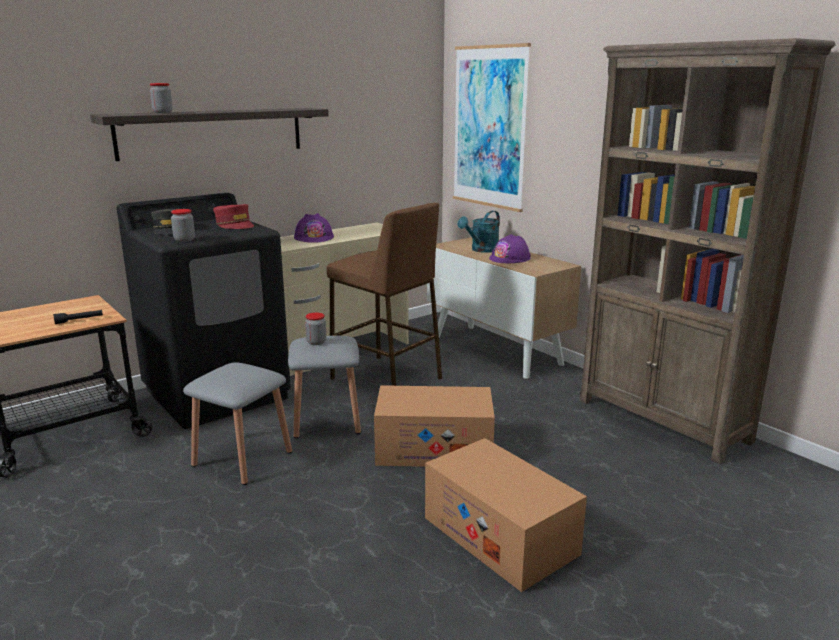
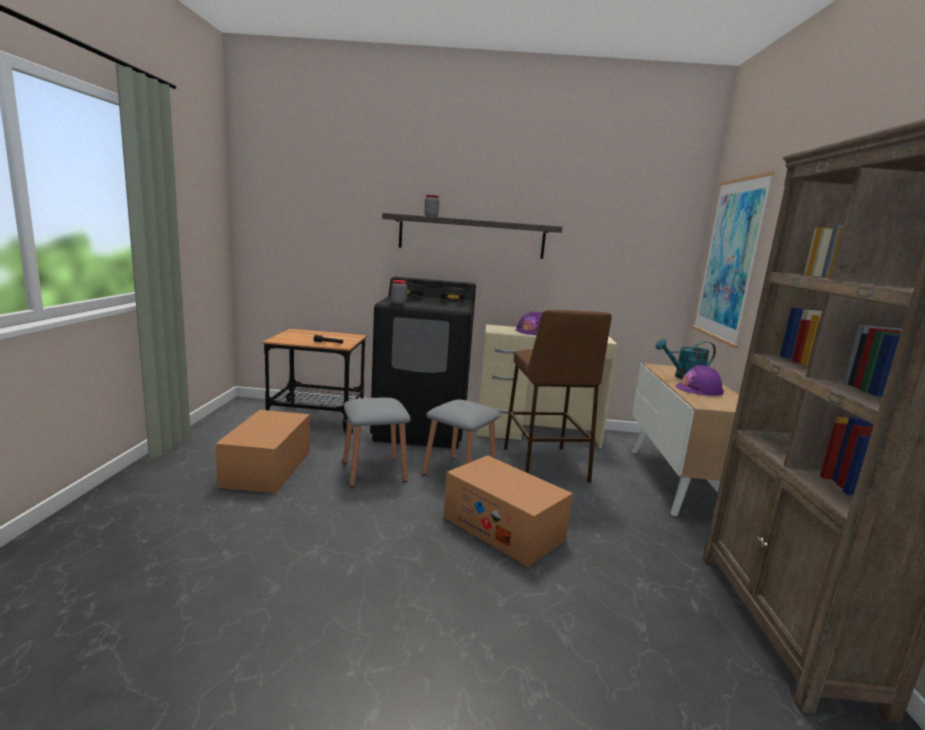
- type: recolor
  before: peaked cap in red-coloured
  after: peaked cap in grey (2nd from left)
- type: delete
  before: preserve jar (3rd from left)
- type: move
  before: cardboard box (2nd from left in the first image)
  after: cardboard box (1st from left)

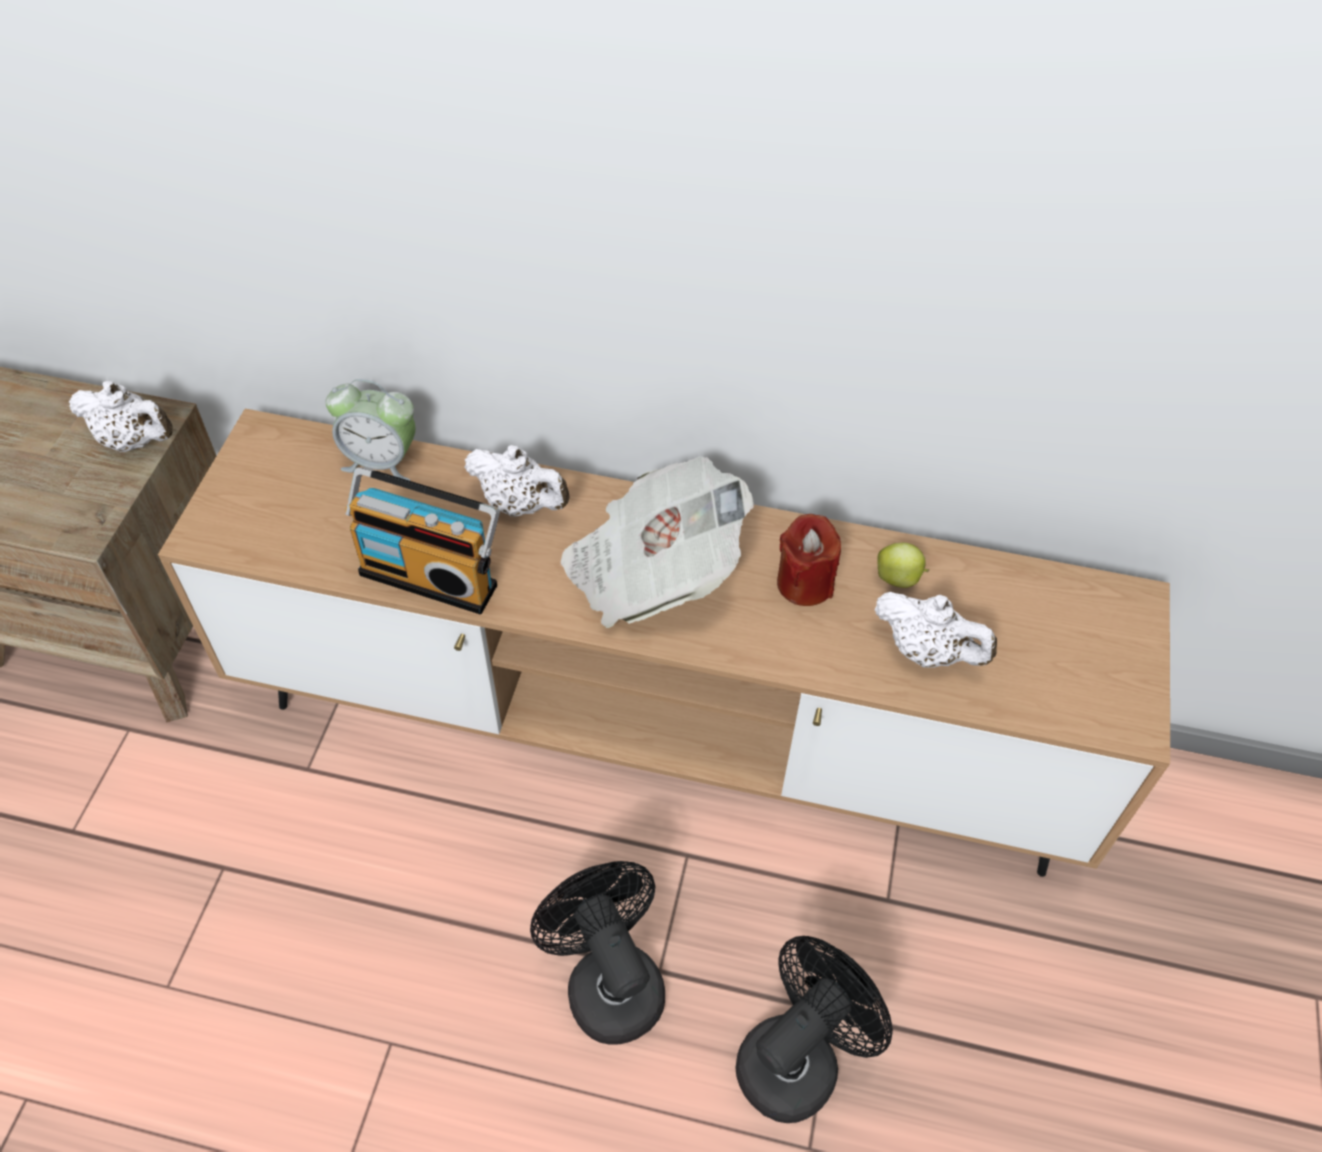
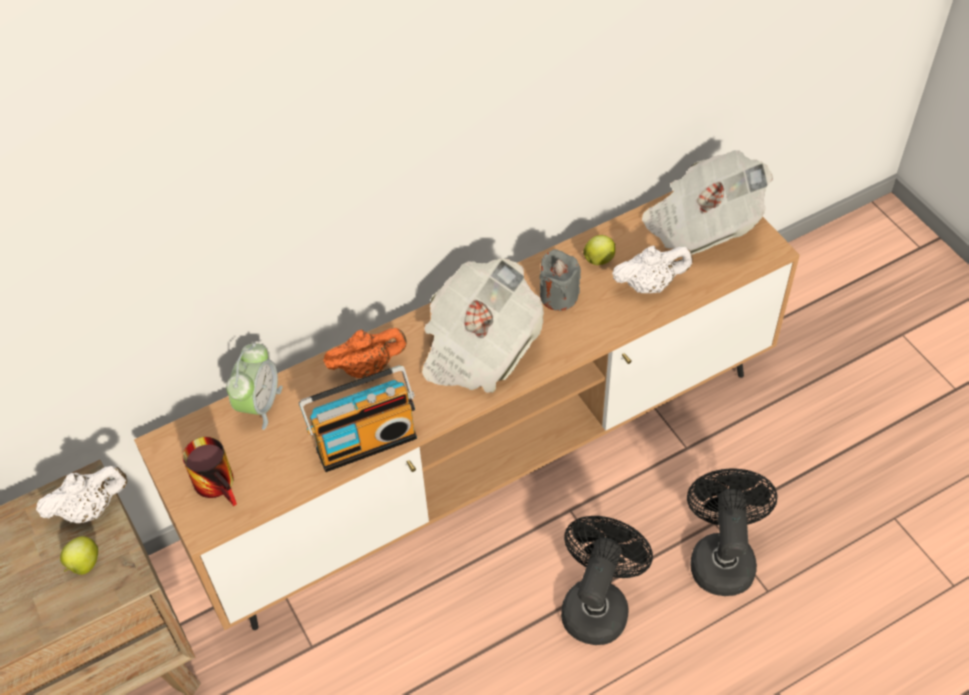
- type: rotate
  before: alarm clock
  turn: -45
- type: recolor
  before: teapot in white (2nd from left)
  after: teapot in orangey
- type: recolor
  before: wax candle in red-coloured
  after: wax candle in grey
- type: rotate
  before: fan in black (1st from left)
  turn: 90
- type: insert
  after: printed paper (2nd from left)
- type: insert
  after: mug
- type: insert
  after: whole apple (1st from left)

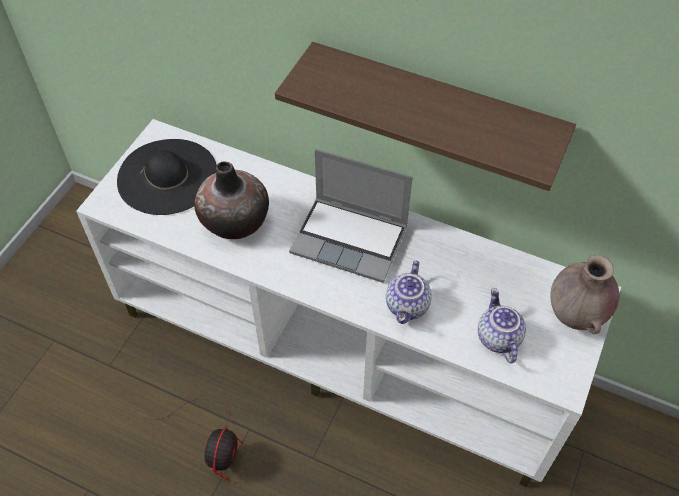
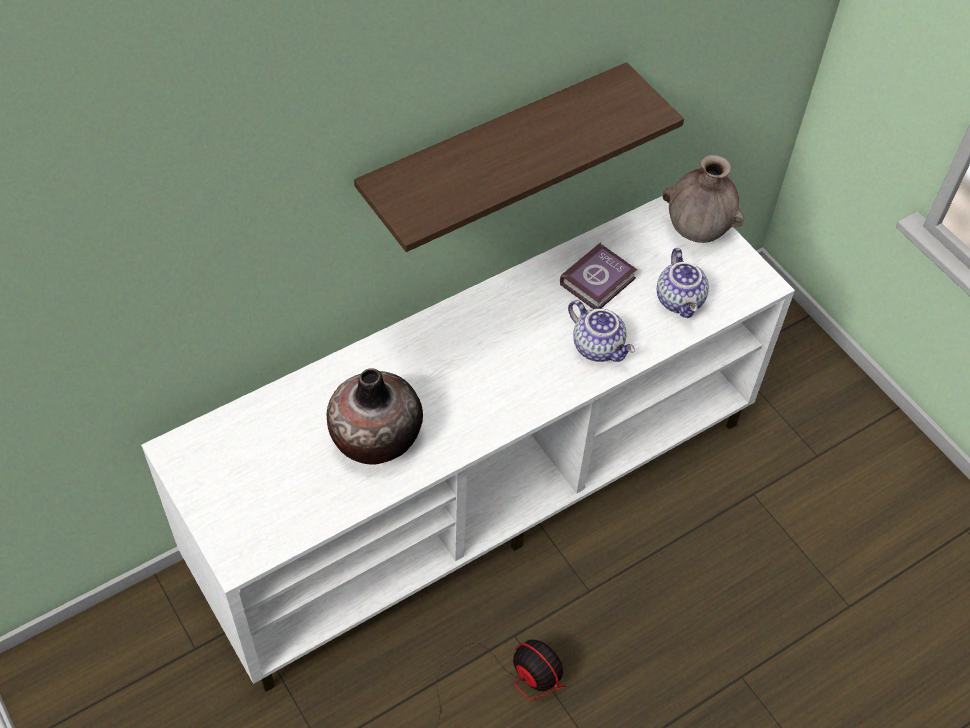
- type: delete
  before: hat in black
- type: delete
  before: notebook computer
- type: rotate
  before: teapot (2nd from left)
  turn: -120
- type: insert
  after: bound book

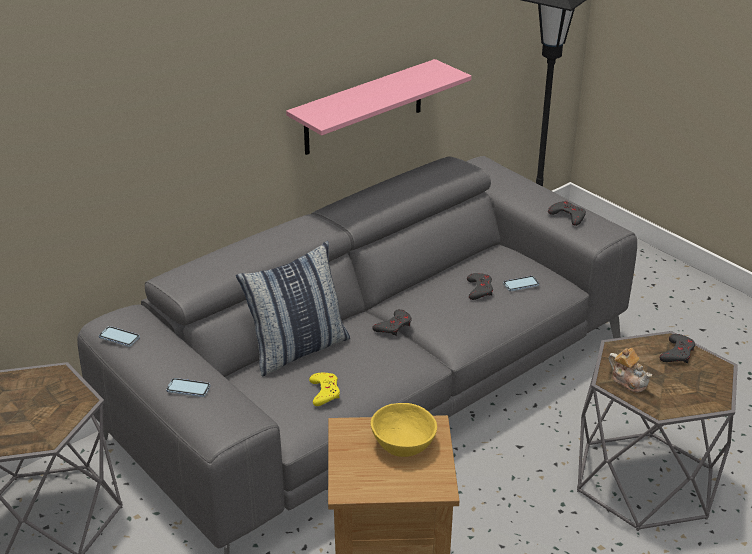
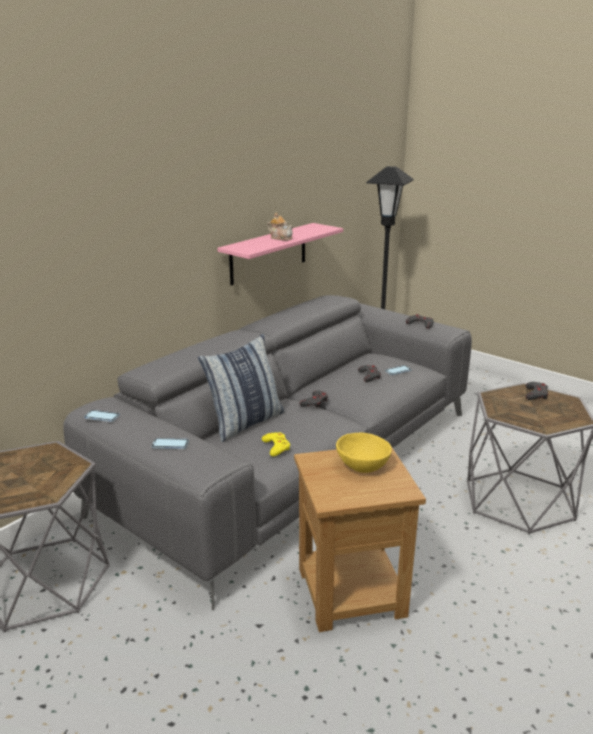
- type: move
  before: teapot

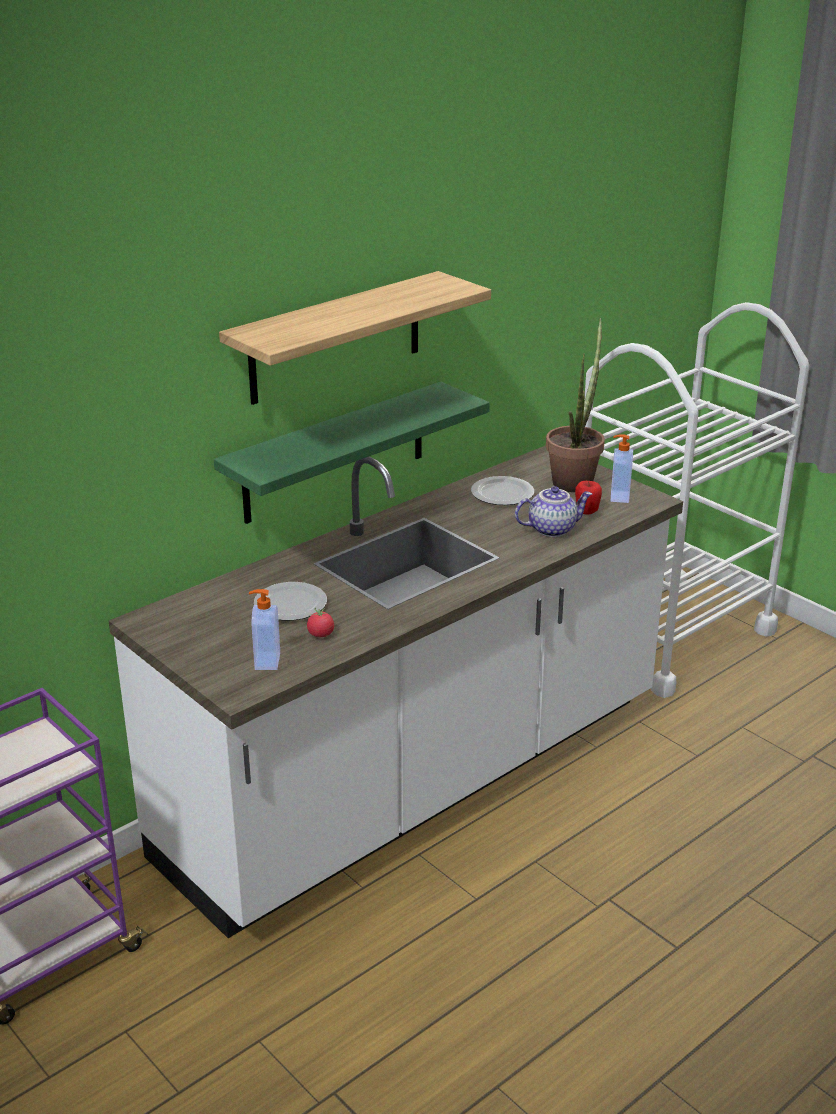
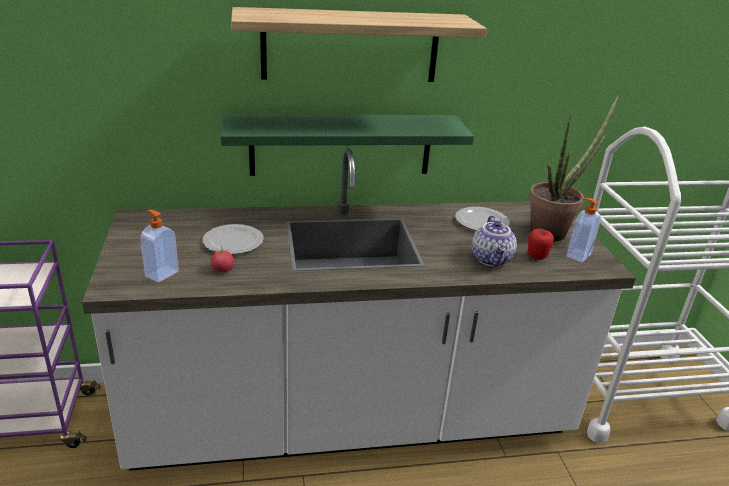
- type: rotate
  before: teapot
  turn: 75

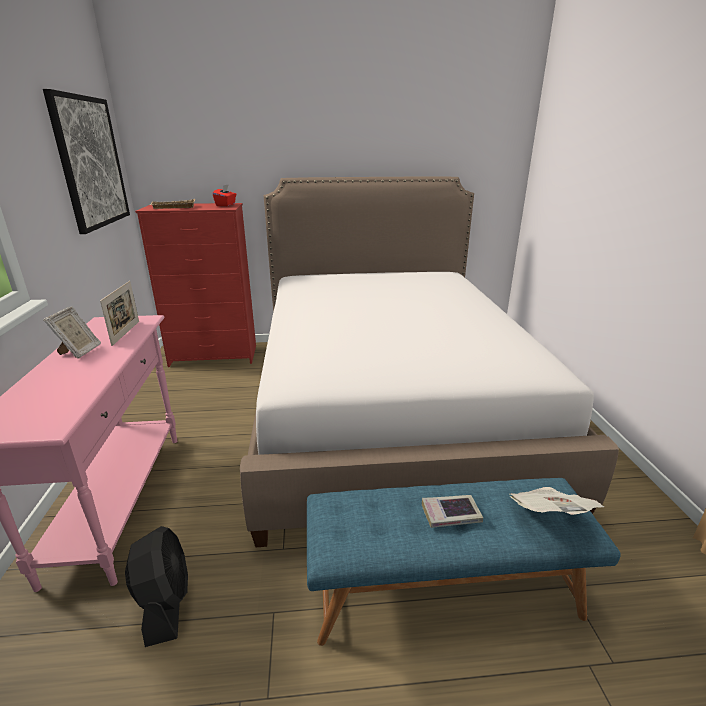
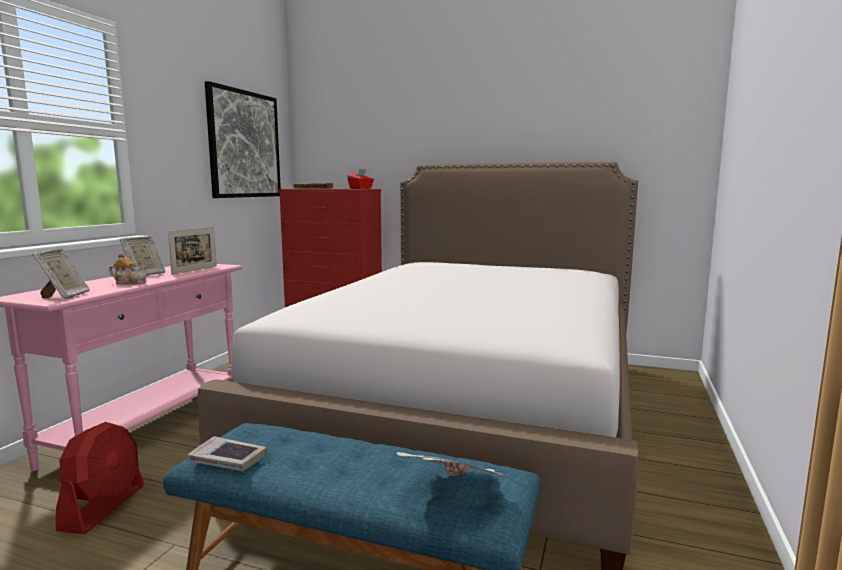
- type: move
  before: bound book
- type: recolor
  before: fan in black
  after: fan in red-coloured
- type: insert
  after: picture frame (1st from left)
- type: insert
  after: teapot

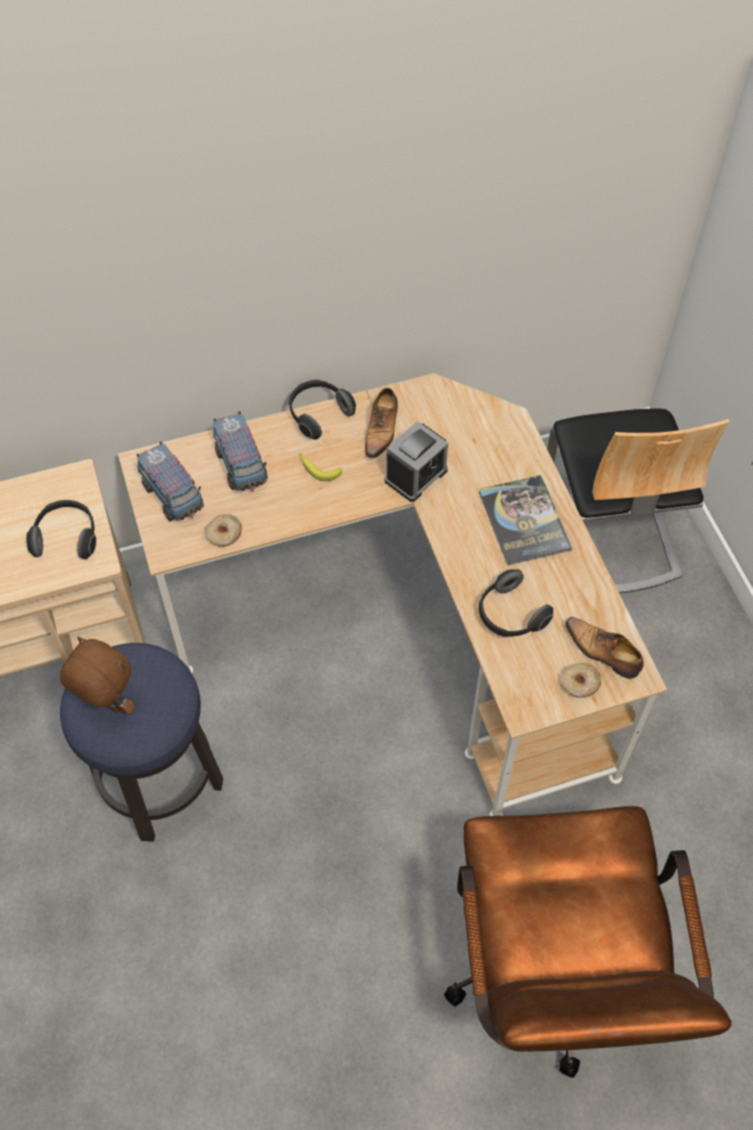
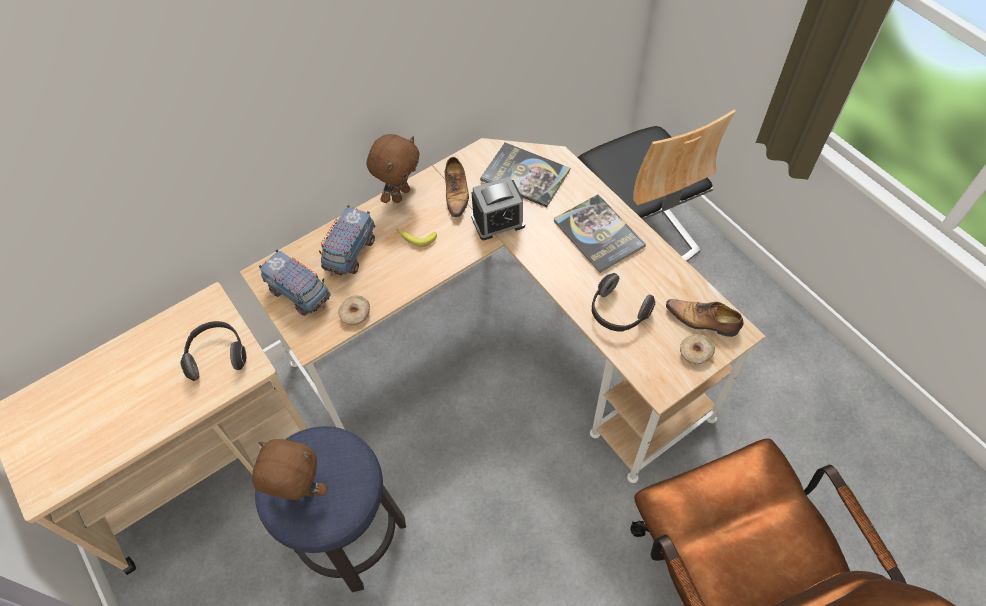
- type: replace
  before: pair of headphones (2nd from left)
  after: plush toy in brown-coloured (2nd from left)
- type: rotate
  before: model truck (2nd from left)
  turn: 60
- type: rotate
  before: alarm clock
  turn: 45
- type: insert
  after: bound book (1st from left)

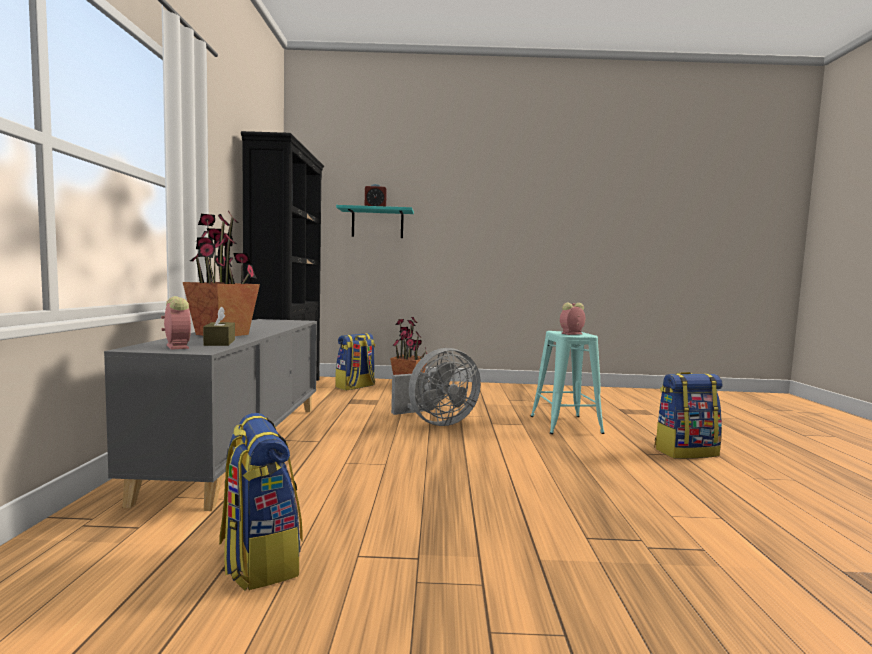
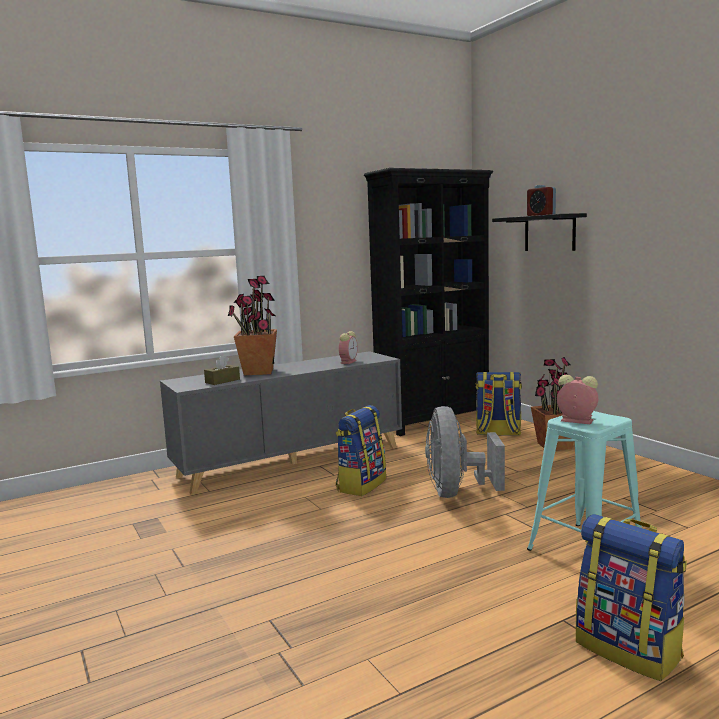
- type: recolor
  before: shelf in blue-green
  after: shelf in black
- type: move
  before: alarm clock (1st from left)
- type: rotate
  before: fan in grey
  turn: 60
- type: move
  before: knapsack (1st from left)

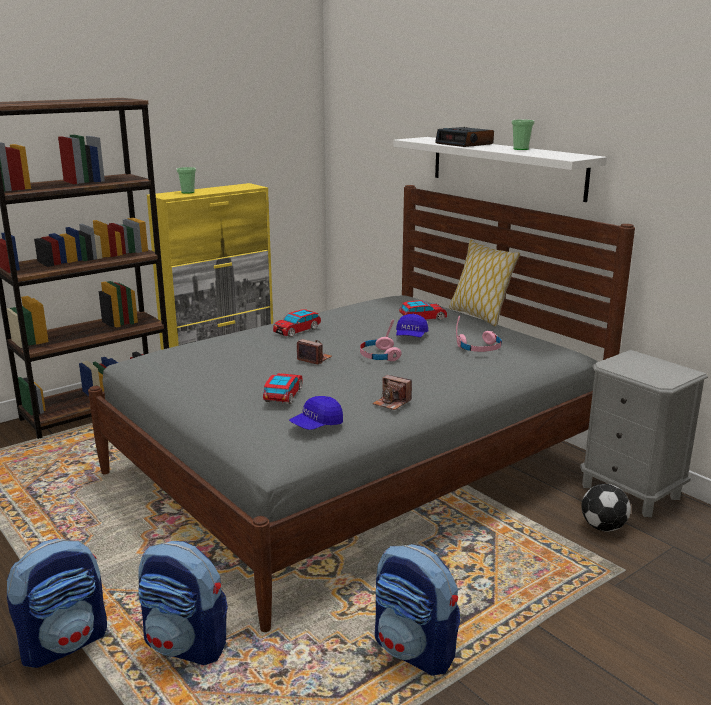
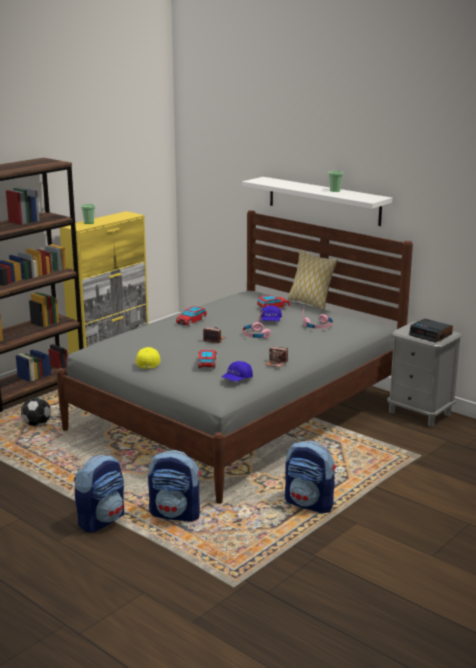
- type: move
  before: alarm clock
- type: move
  before: ball for football
- type: insert
  after: peaked cap in yellow

